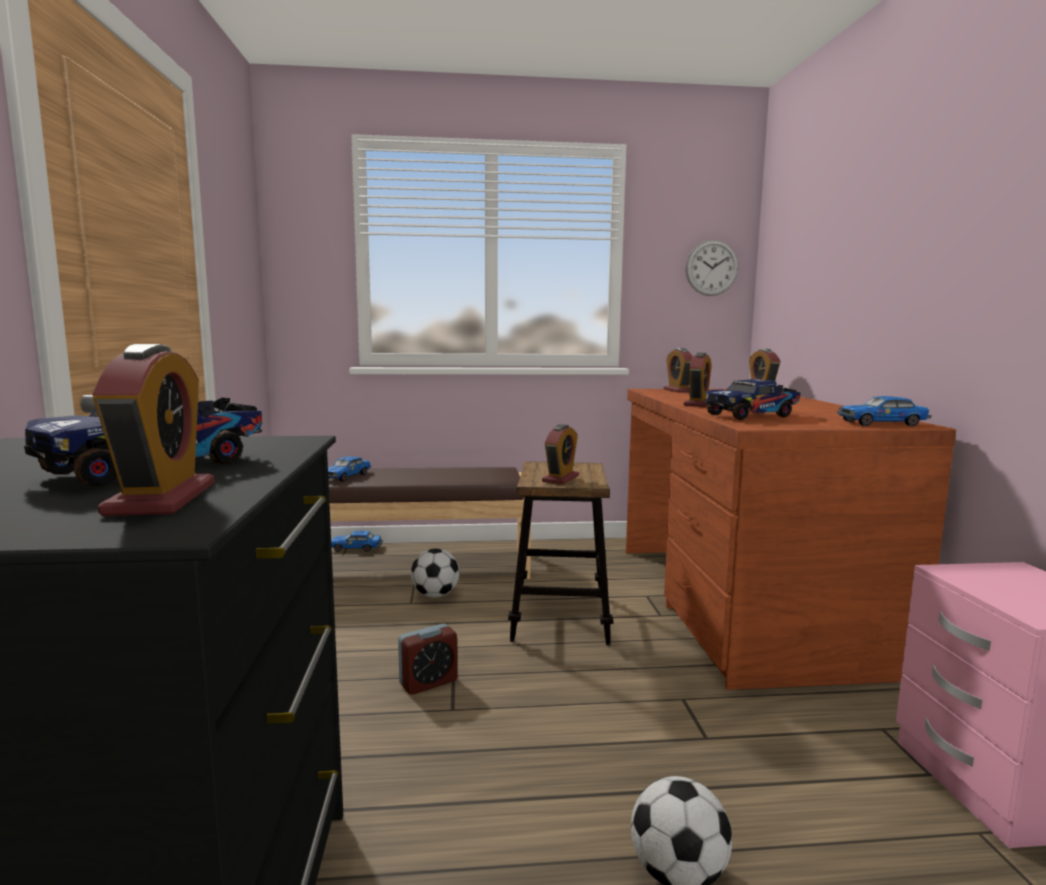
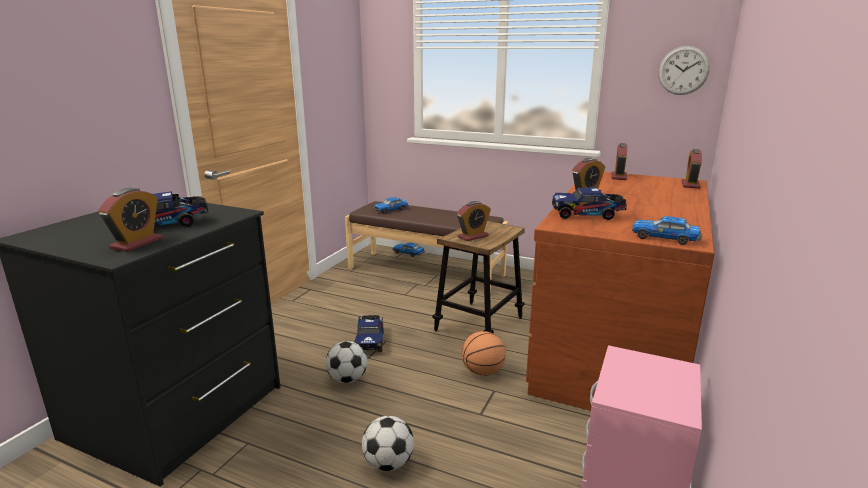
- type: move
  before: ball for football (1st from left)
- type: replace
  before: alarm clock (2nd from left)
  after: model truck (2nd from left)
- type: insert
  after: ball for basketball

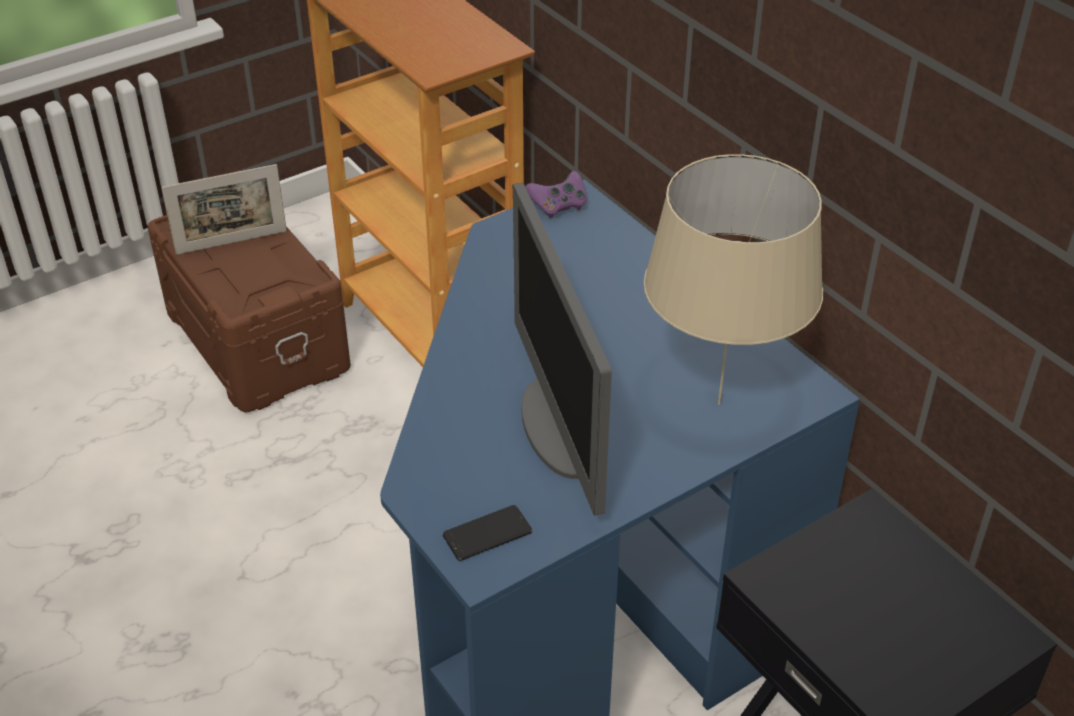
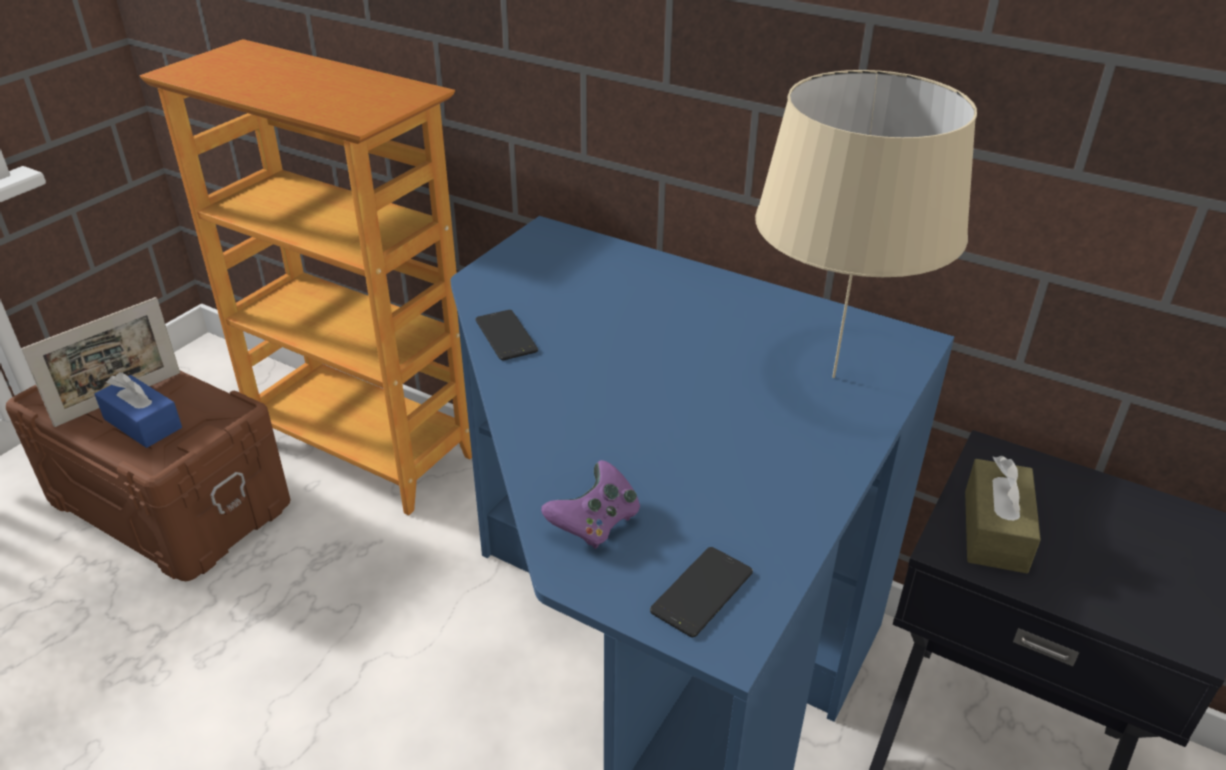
- type: move
  before: joypad in purplish
- type: delete
  before: computer display
- type: insert
  after: phone (1st from left)
- type: insert
  after: tissue holder in blue-coloured
- type: insert
  after: tissue holder in brown-coloured

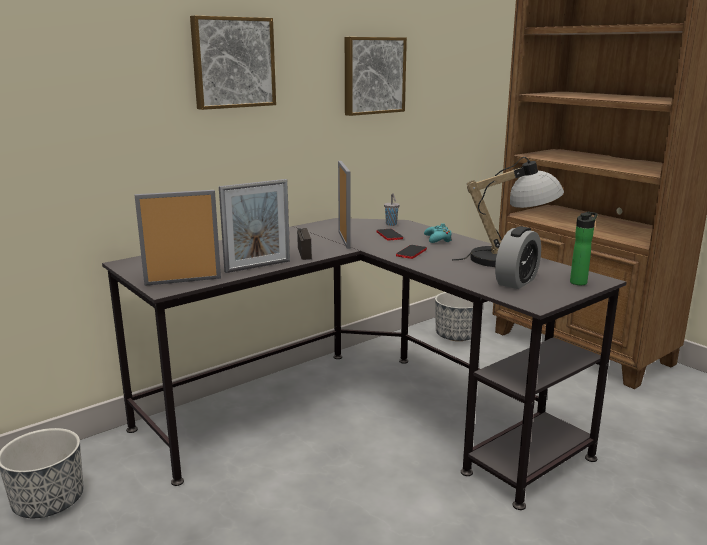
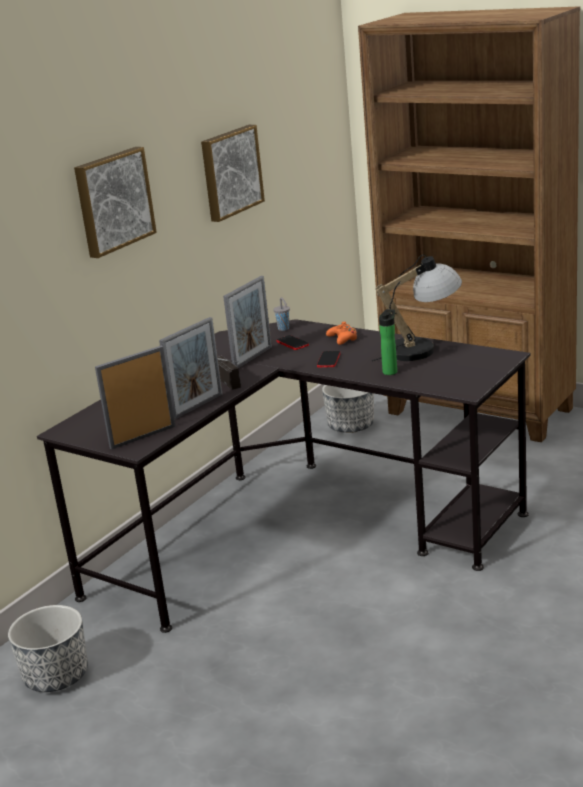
- type: rotate
  before: picture frame (3rd from left)
  turn: 60
- type: move
  before: drink bottle
- type: recolor
  before: joypad in blue-green
  after: joypad in orangey
- type: delete
  before: alarm clock

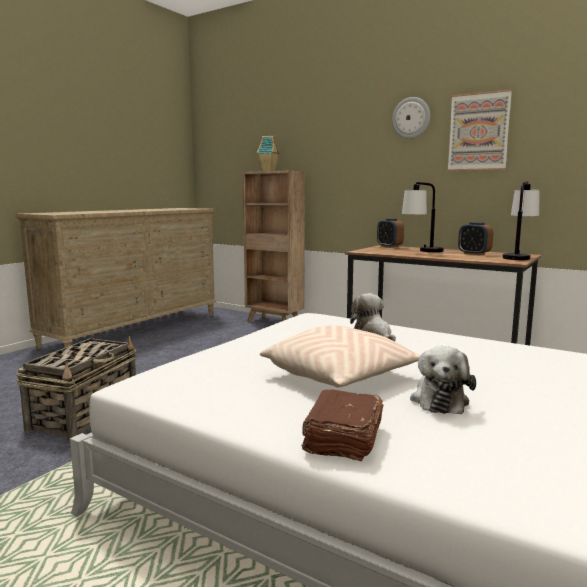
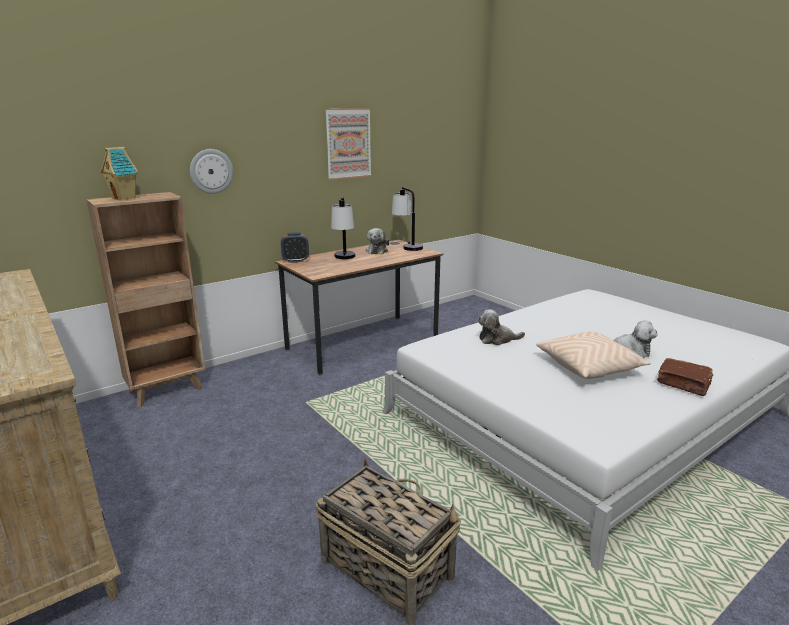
- type: move
  before: clock on the wall
- type: replace
  before: alarm clock (2nd from left)
  after: plush toy (1st from left)

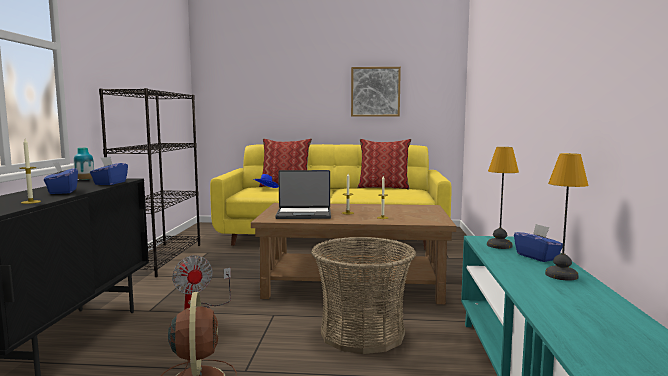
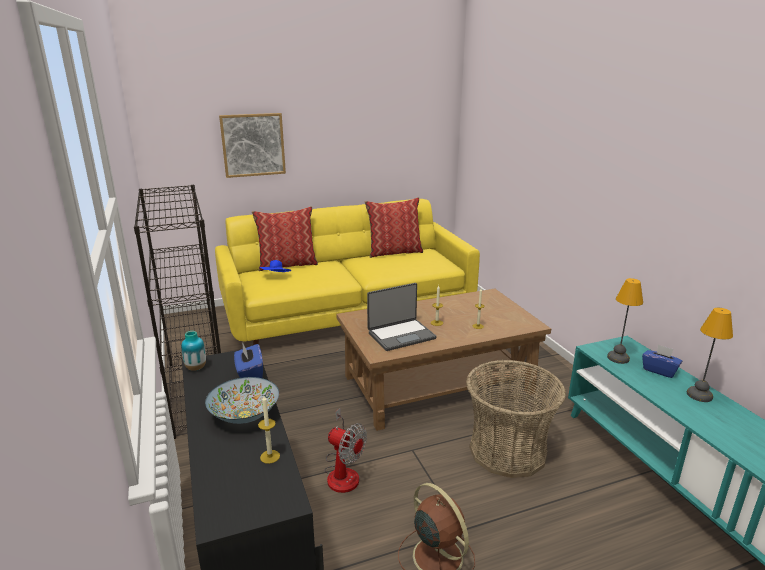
- type: move
  before: picture
- type: replace
  before: tissue holder in blue-coloured (1st from left)
  after: deep dish

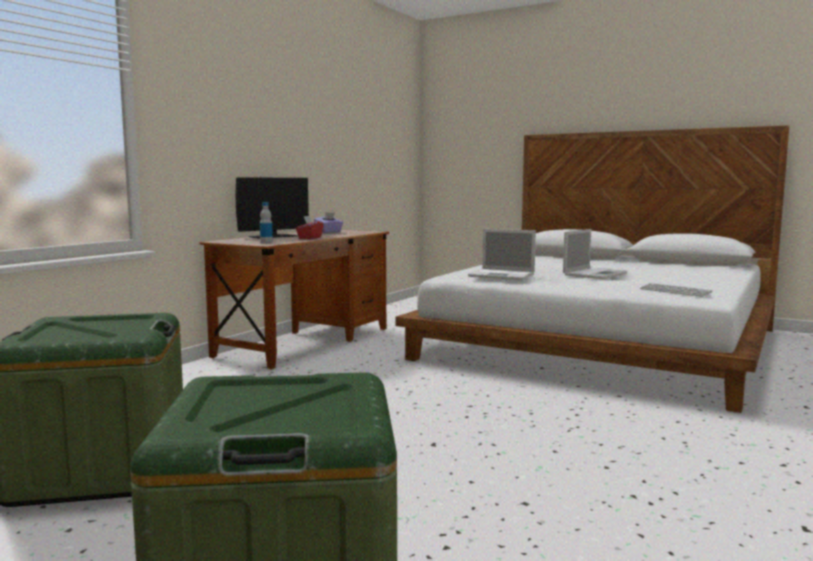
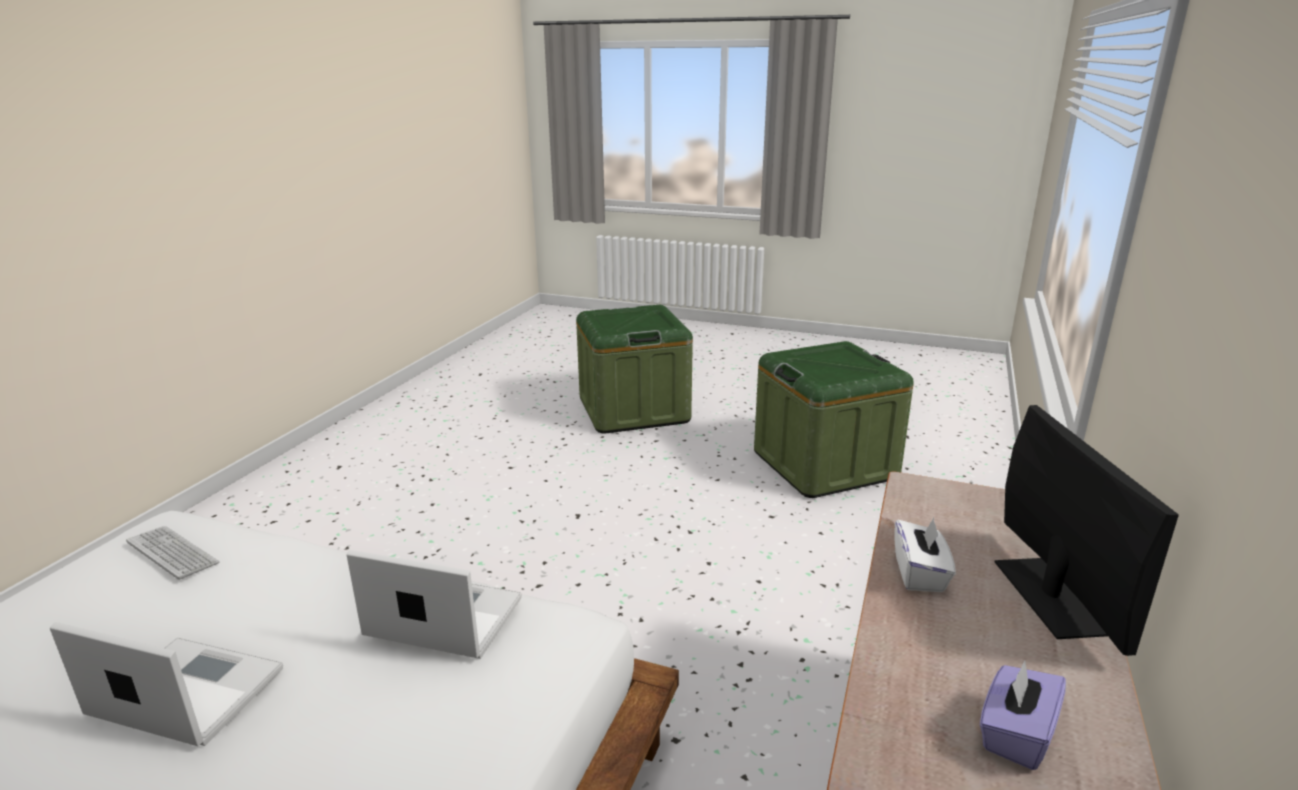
- type: rotate
  before: computer display
  turn: 135
- type: delete
  before: drink bottle
- type: recolor
  before: tissue holder in red-coloured
  after: tissue holder in white
- type: rotate
  before: notebook computer (2nd from left in the first image)
  turn: 75

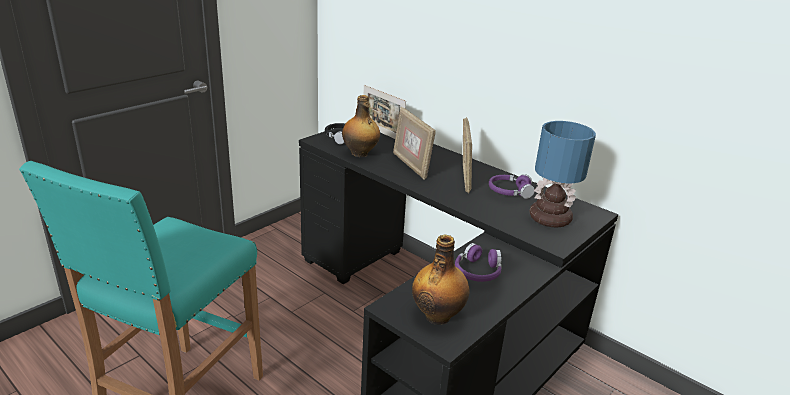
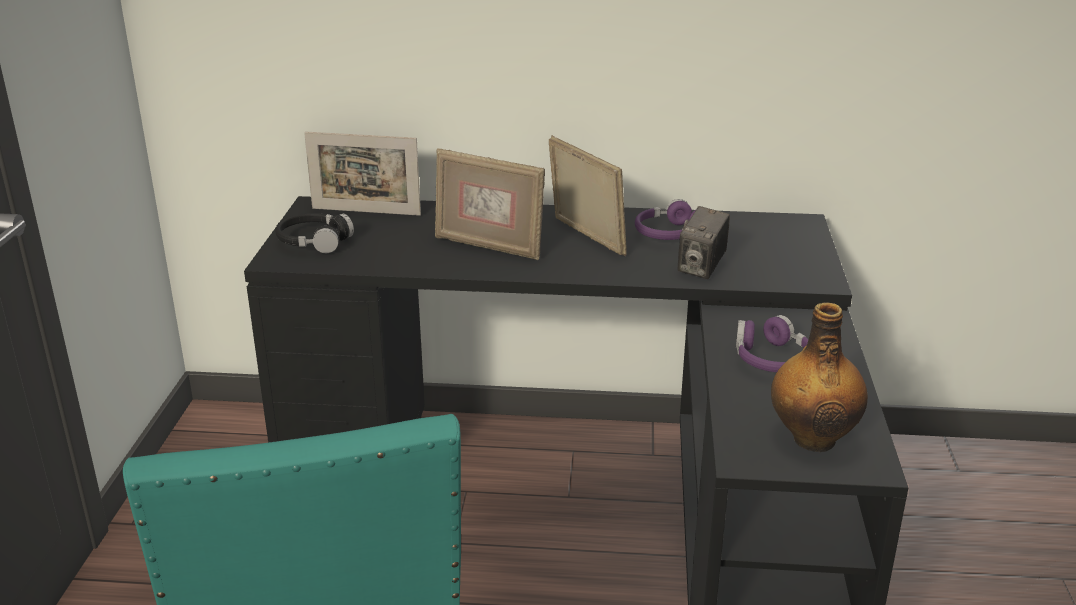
- type: delete
  before: drink bottle (1st from left)
- type: delete
  before: lamp for a table
- type: insert
  after: photo camera

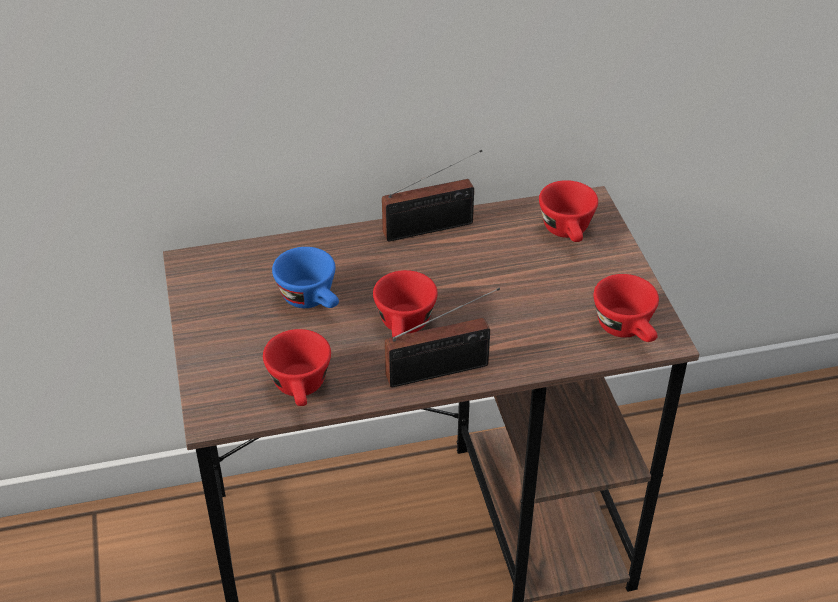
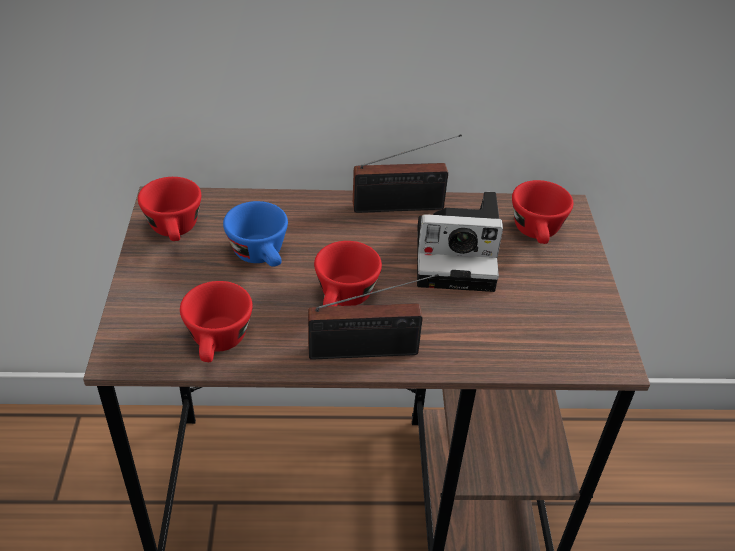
- type: move
  before: small cup in red-coloured (4th from left in the first image)
  after: small cup in red-coloured (1st from left)
- type: insert
  after: photo camera

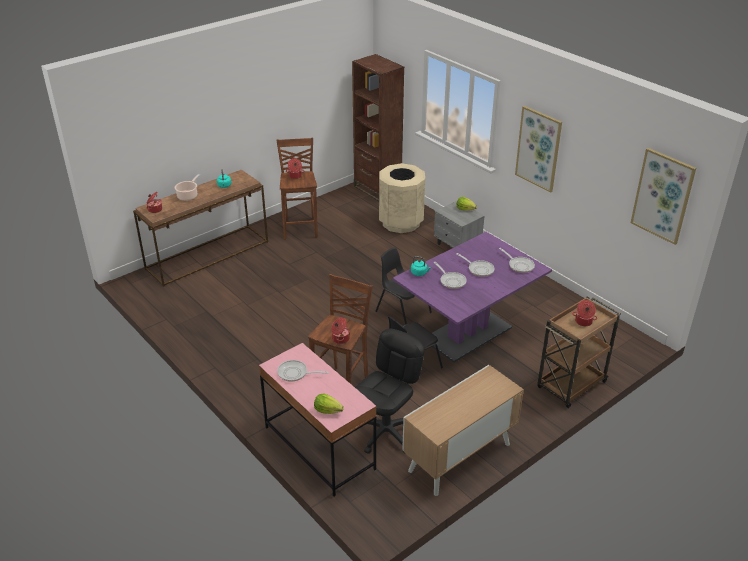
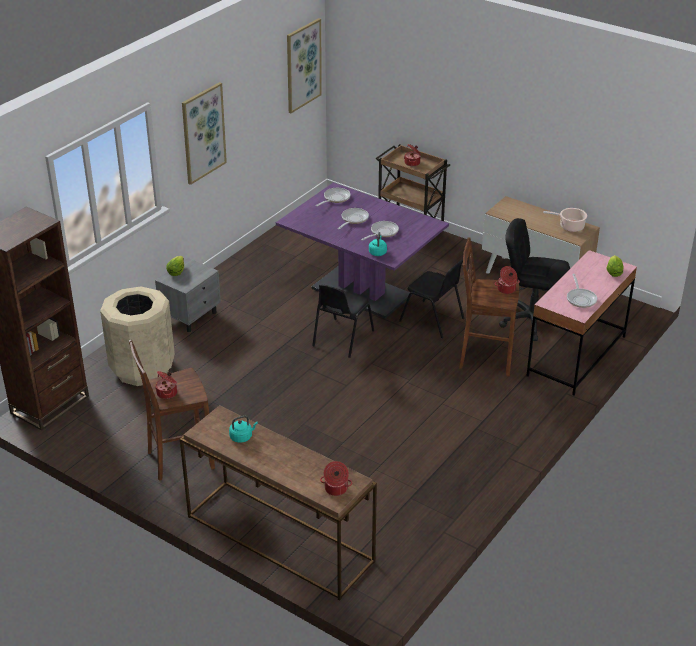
- type: move
  before: cooking pot (2nd from left in the first image)
  after: cooking pot (5th from left)

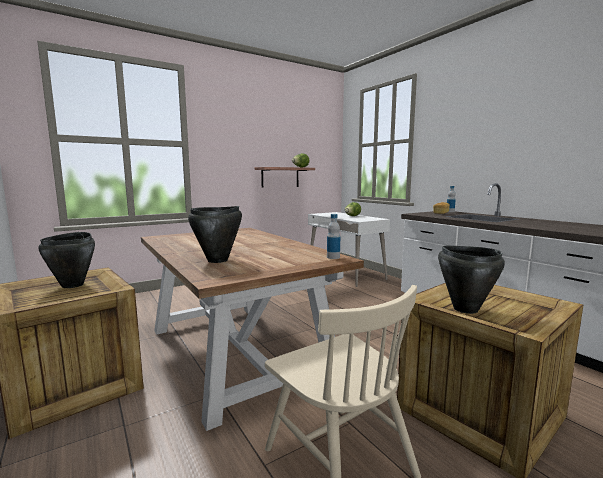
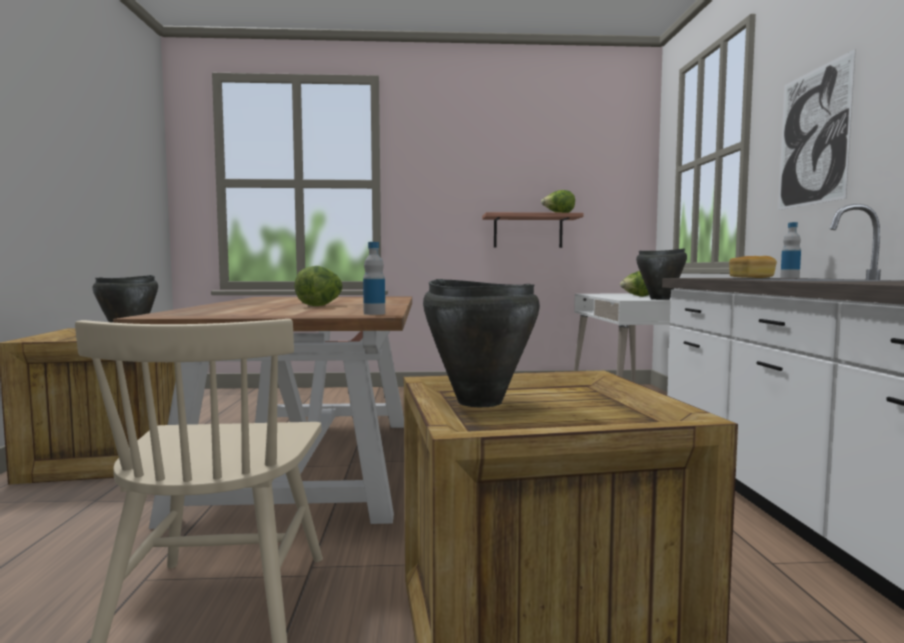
- type: move
  before: cooking pot in black (2nd from left in the first image)
  after: cooking pot in black (3rd from left)
- type: insert
  after: picture
- type: insert
  after: lettuce head (1st from left)

